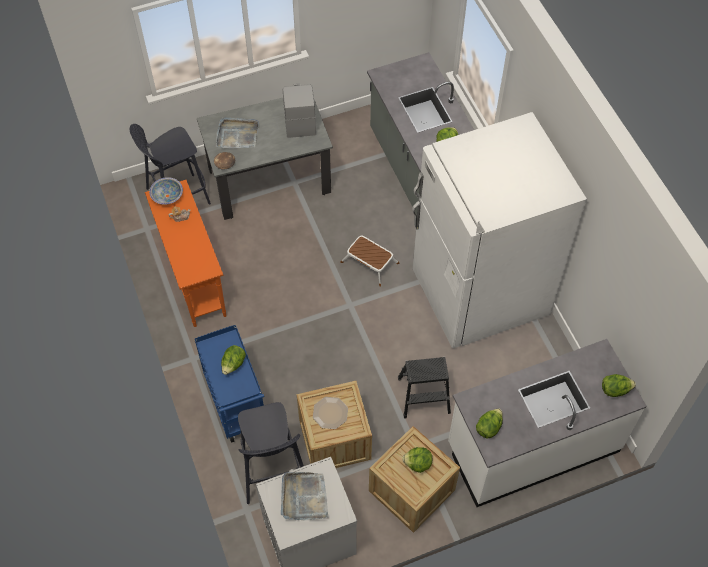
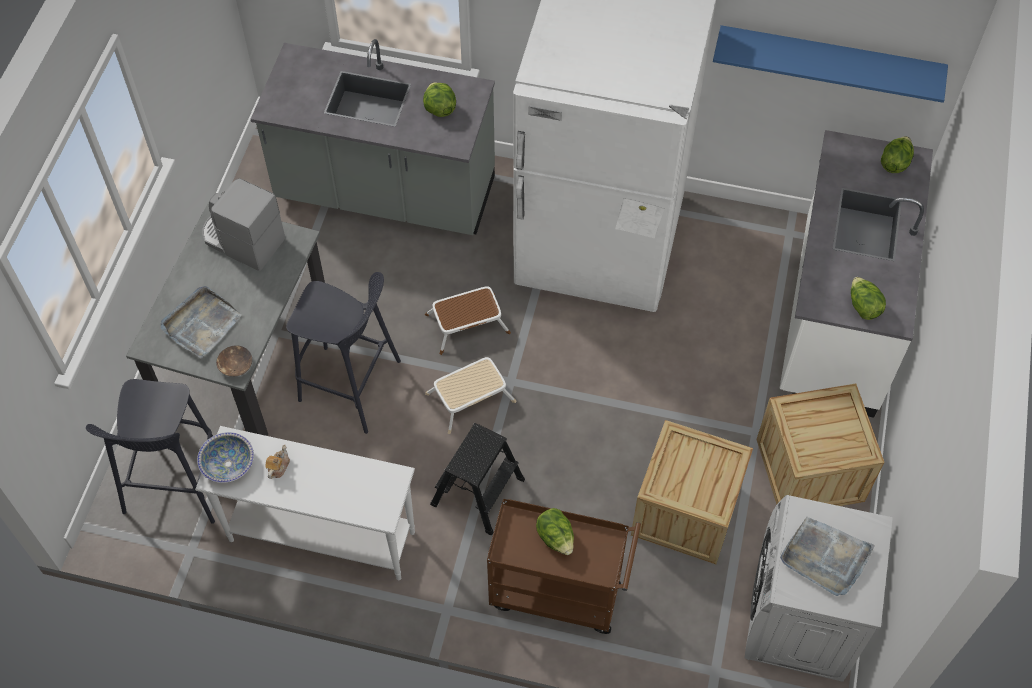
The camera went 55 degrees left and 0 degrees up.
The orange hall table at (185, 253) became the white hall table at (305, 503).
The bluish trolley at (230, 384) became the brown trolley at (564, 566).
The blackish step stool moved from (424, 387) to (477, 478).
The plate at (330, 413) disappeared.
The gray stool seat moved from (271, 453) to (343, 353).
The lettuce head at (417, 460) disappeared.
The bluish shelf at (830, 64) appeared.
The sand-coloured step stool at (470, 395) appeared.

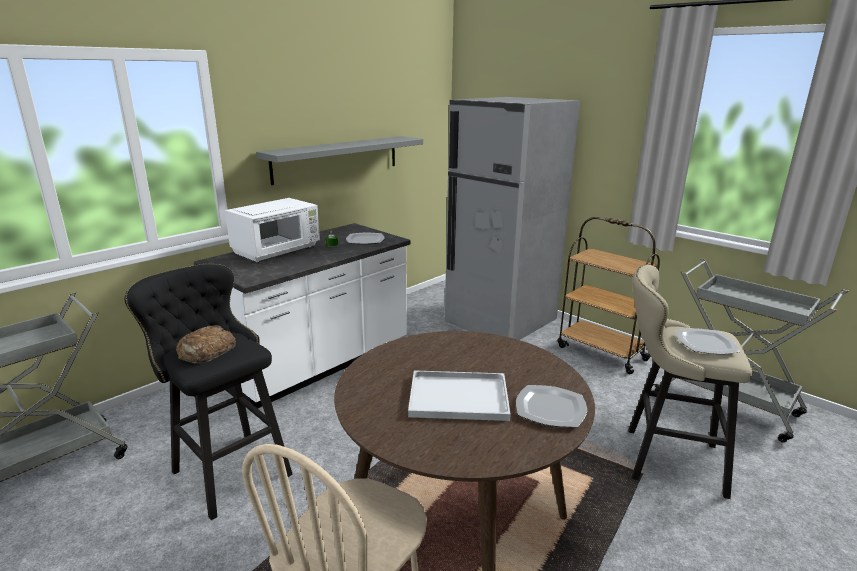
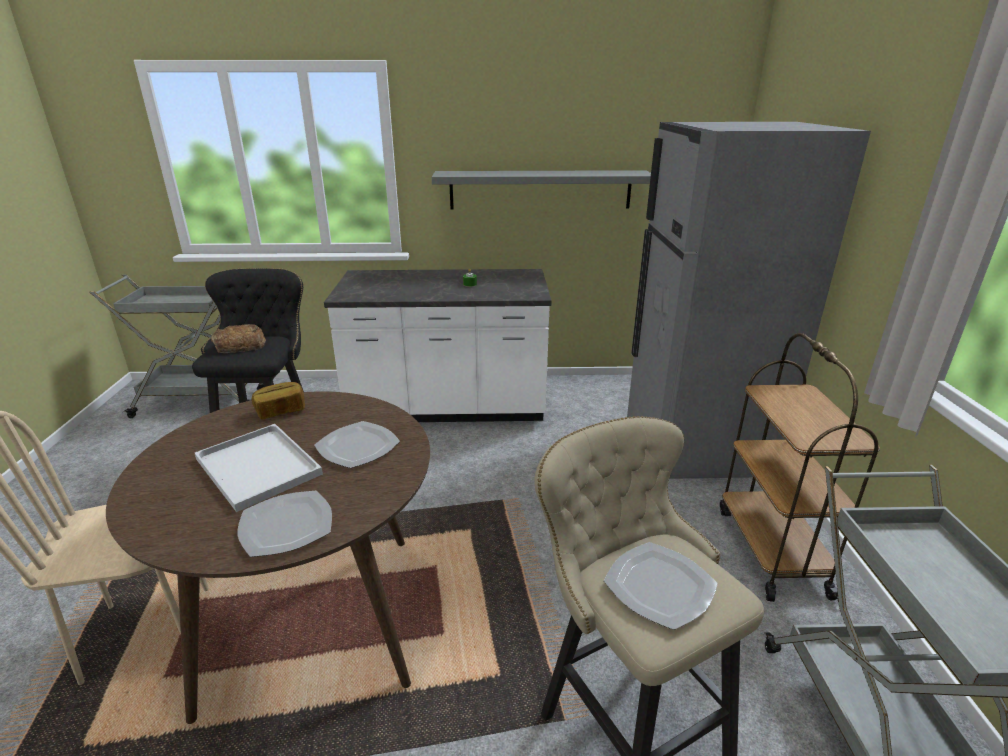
The camera went 45 degrees right and 5 degrees up.
The white microwave oven at (272, 230) disappeared.
The plate moved from (365, 238) to (357, 444).
The baked bread at (278, 401) appeared.

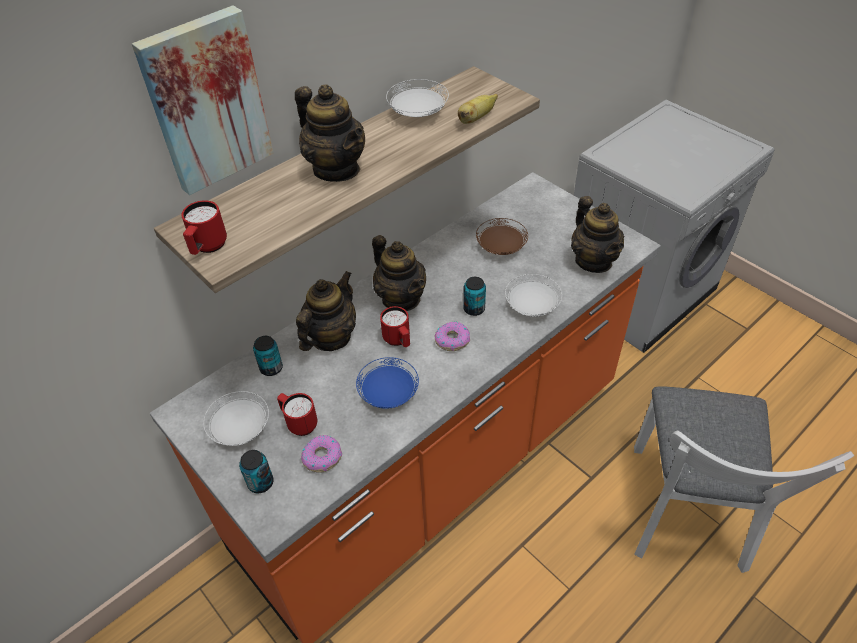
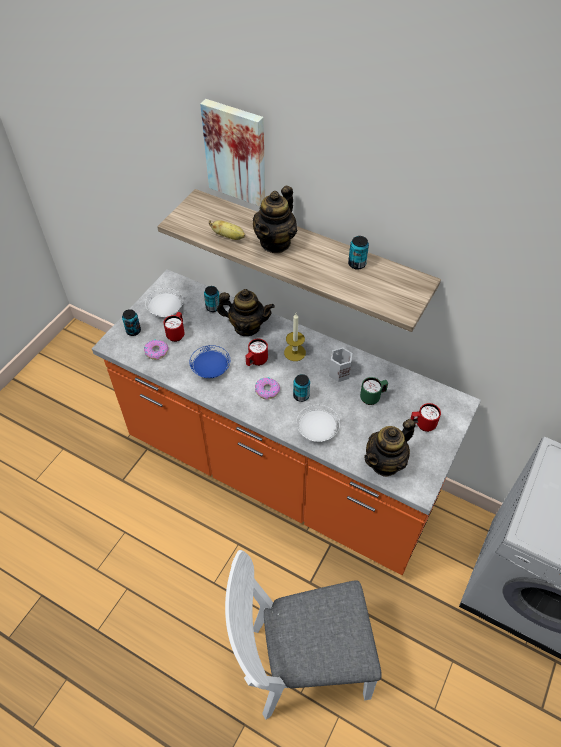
The camera went 70 degrees right and 5 degrees up.
The white plate at (417, 98) was replaced by the sealed can at (358, 253).
The whole banana moved from (478, 109) to (227, 230).
The red-coloured coffee mug moved from (204, 227) to (425, 417).
The brown plate at (502, 236) was replaced by the green-coloured coffee mug at (374, 391).
The pot for tea at (399, 273) was replaced by the candle at (295, 337).
The white coffee mug at (340, 364) appeared.

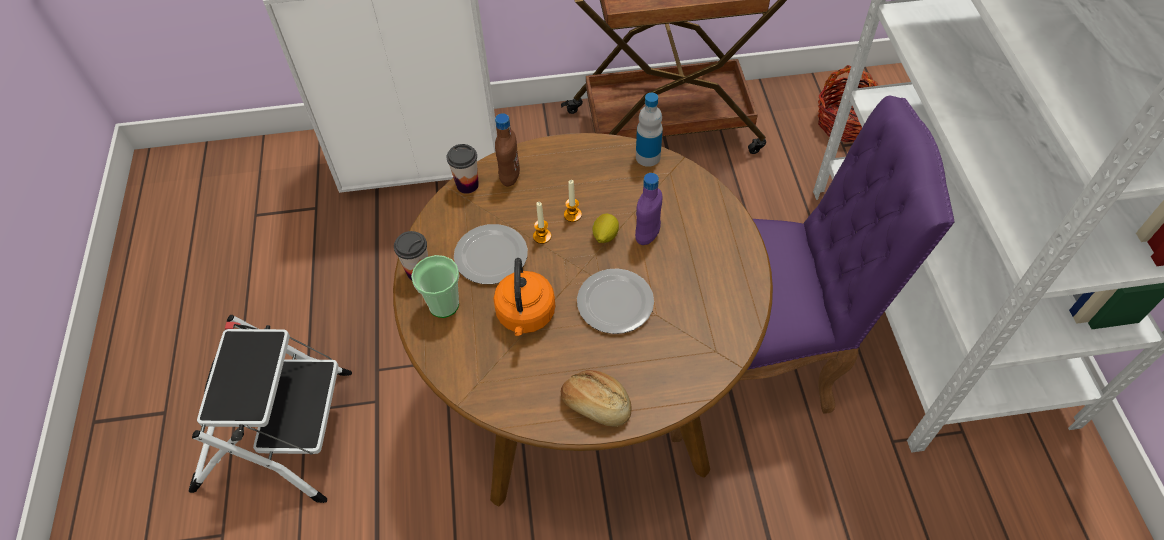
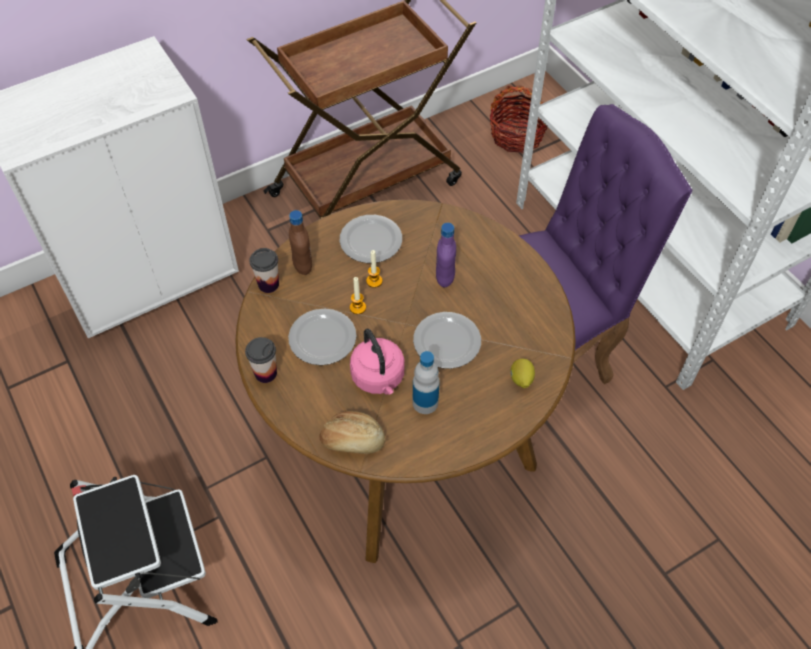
The camera went 25 degrees left and 0 degrees up.
The bottle moved from (649, 130) to (426, 382).
The whole lemon moved from (606, 228) to (522, 373).
The cup at (435, 286) disappeared.
The orange water kettle at (524, 297) became the pink-coloured water kettle at (377, 362).
The baked bread moved from (596, 398) to (352, 432).
The plate at (371, 239) appeared.

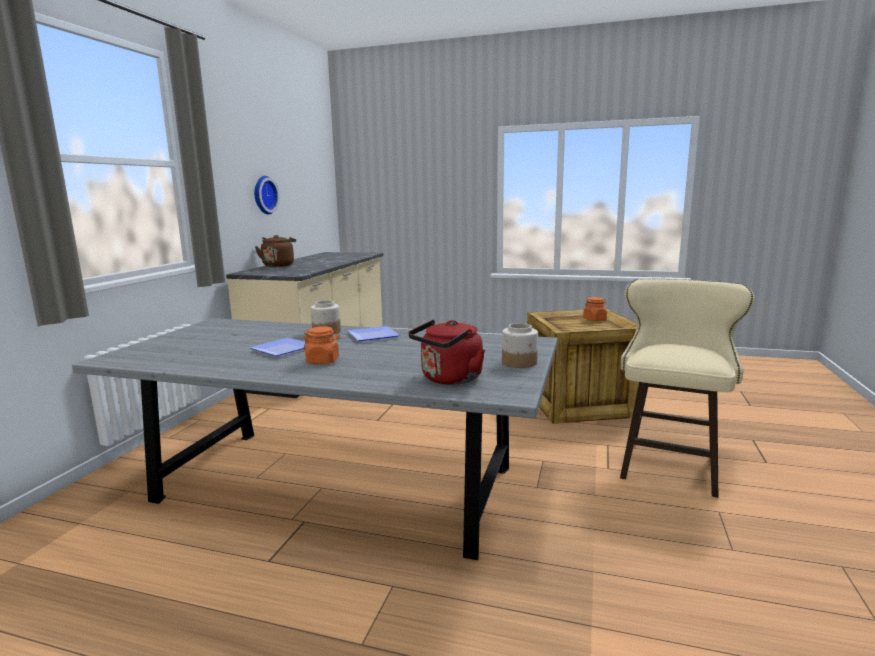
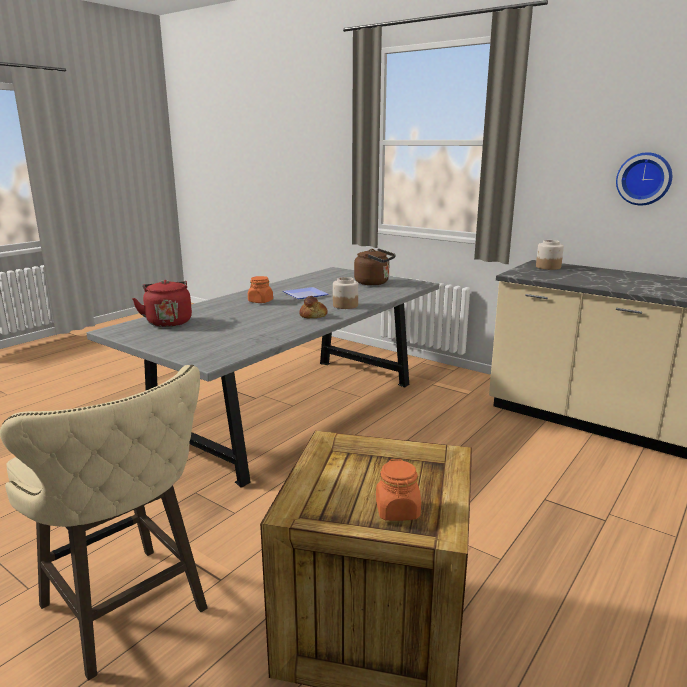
The camera went 110 degrees right and 5 degrees up.
The brown water kettle moved from (275, 251) to (375, 267).
The jar moved from (520, 345) to (550, 255).
The plate at (374, 333) was replaced by the baked bread at (313, 307).

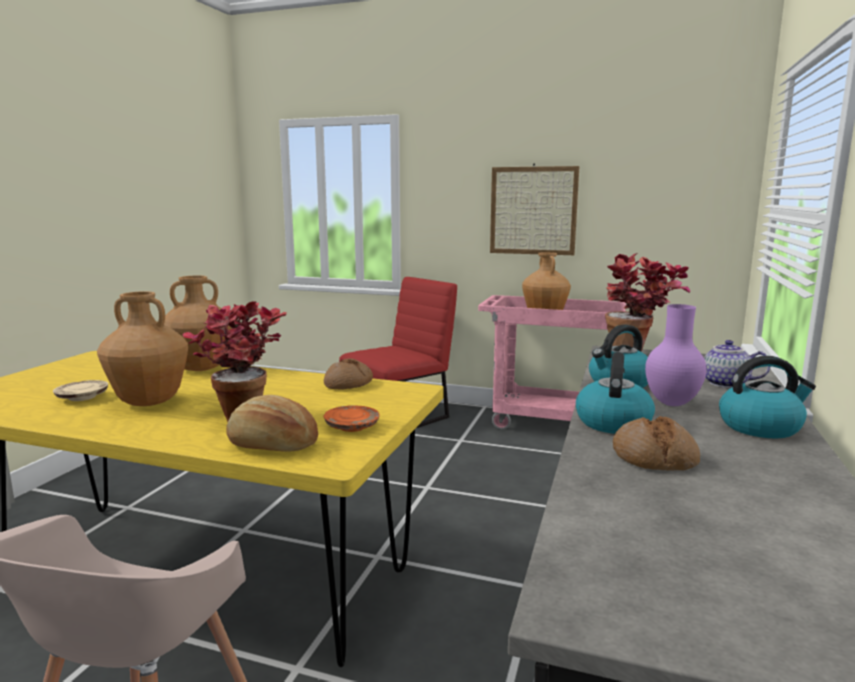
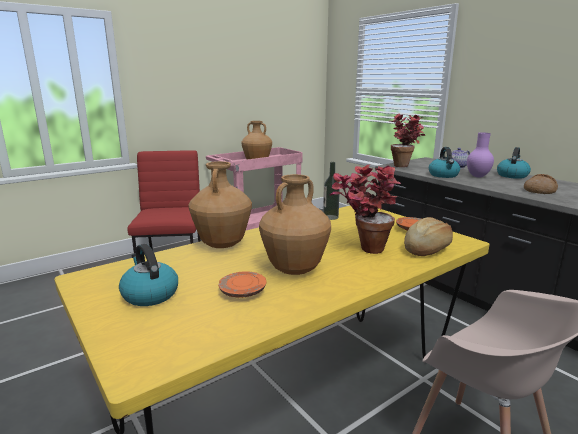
The camera went 55 degrees left and 5 degrees up.
The wall picture at (534, 209) disappeared.
The water kettle moved from (615, 393) to (148, 275).
The baked bread at (348, 373) was replaced by the bottle at (331, 191).
The sand-coloured plate at (80, 390) became the orange plate at (242, 284).

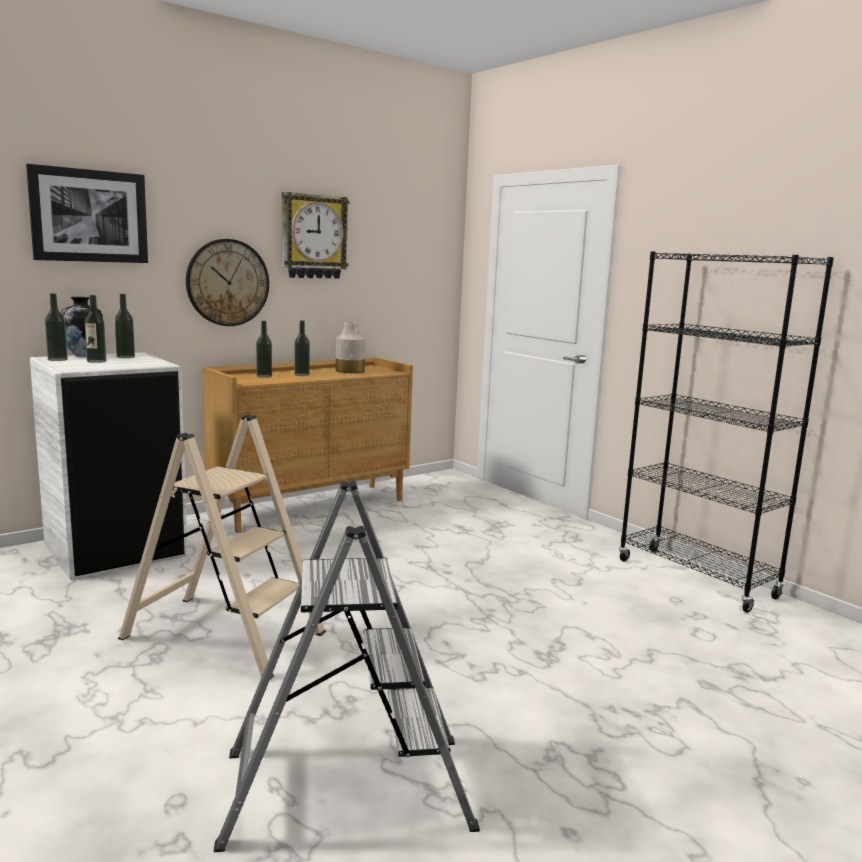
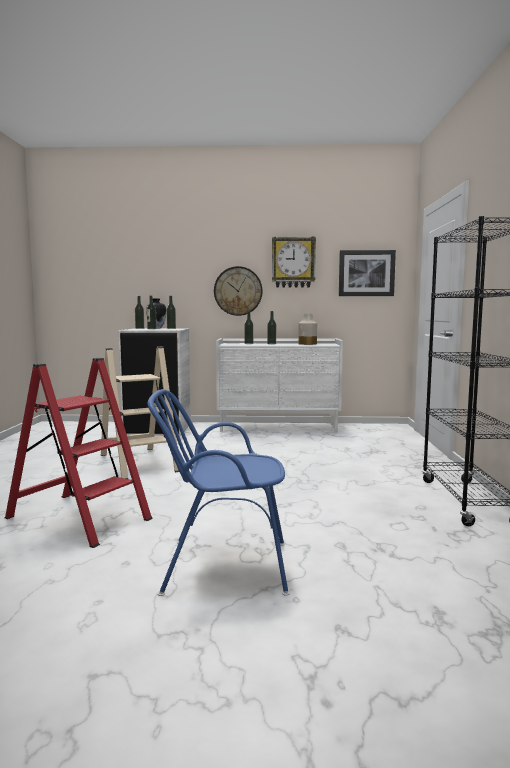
The camera went 40 degrees right and 5 degrees down.
The wall picture moved from (87, 213) to (367, 273).
The brown chest of drawers at (307, 445) became the white chest of drawers at (279, 385).
The gray step stool at (347, 666) became the red-coloured step stool at (79, 453).
The bluish chair at (219, 492) appeared.

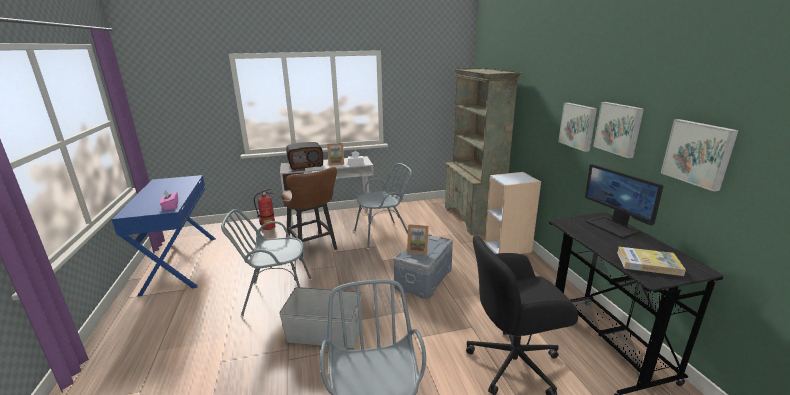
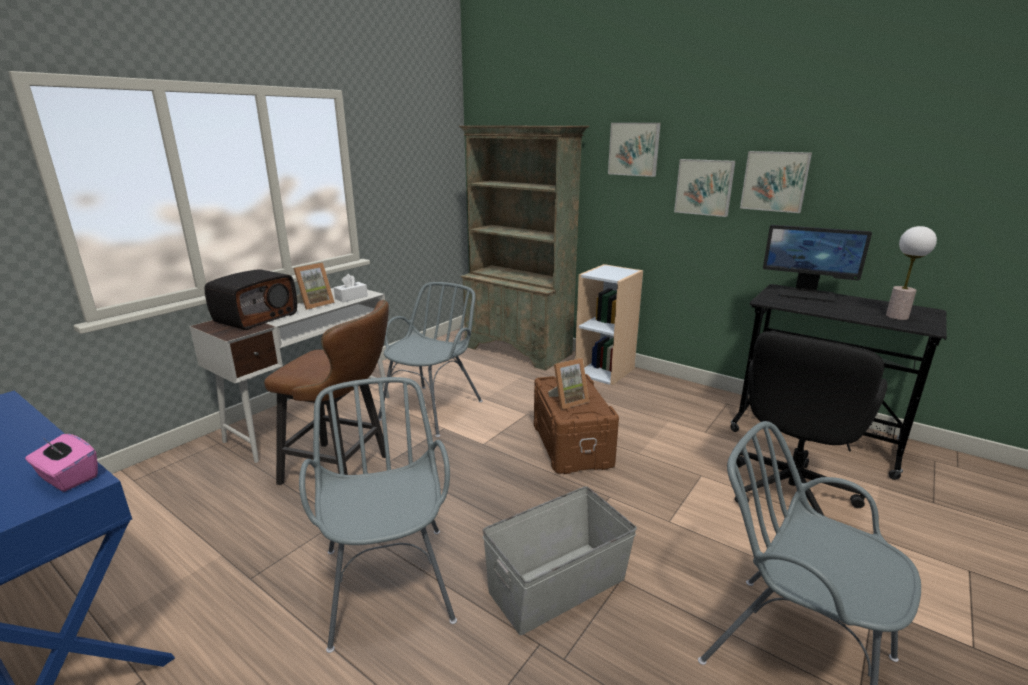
The camera went 40 degrees left and 0 degrees up.
The wall picture moved from (700, 155) to (634, 150).
The fire extinguisher at (264, 209) disappeared.
The gray chair at (266, 263) turned 120 degrees clockwise.
The gray storage container at (423, 266) became the brown storage container at (576, 424).
The volume at (651, 261) was replaced by the lamp for a table at (911, 273).

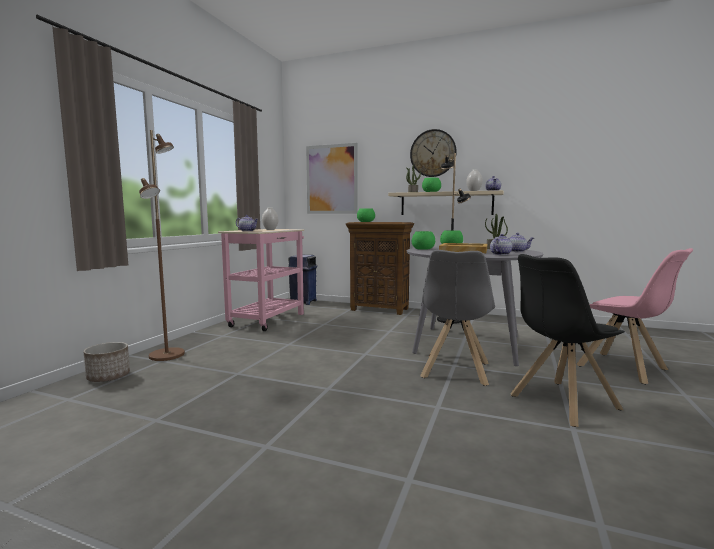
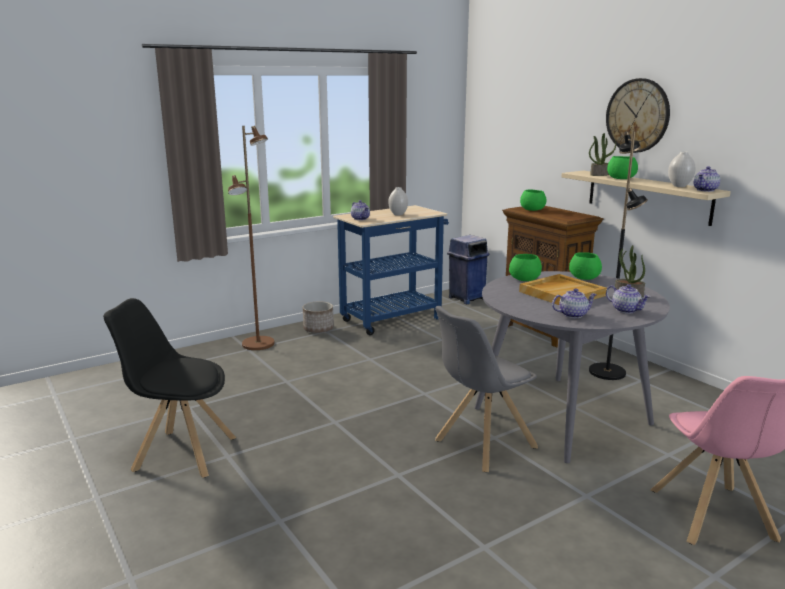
The camera went 35 degrees right and 10 degrees up.
The wall picture at (332, 178) disappeared.
The pink-coloured trolley at (261, 280) became the bluish trolley at (391, 270).
The blackish chair moved from (567, 340) to (169, 388).
The flower pot moved from (106, 362) to (318, 317).

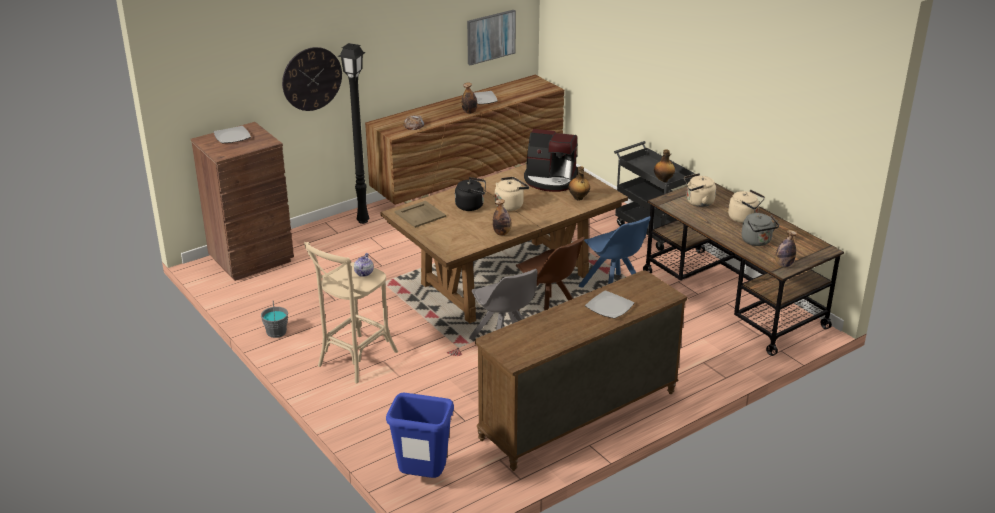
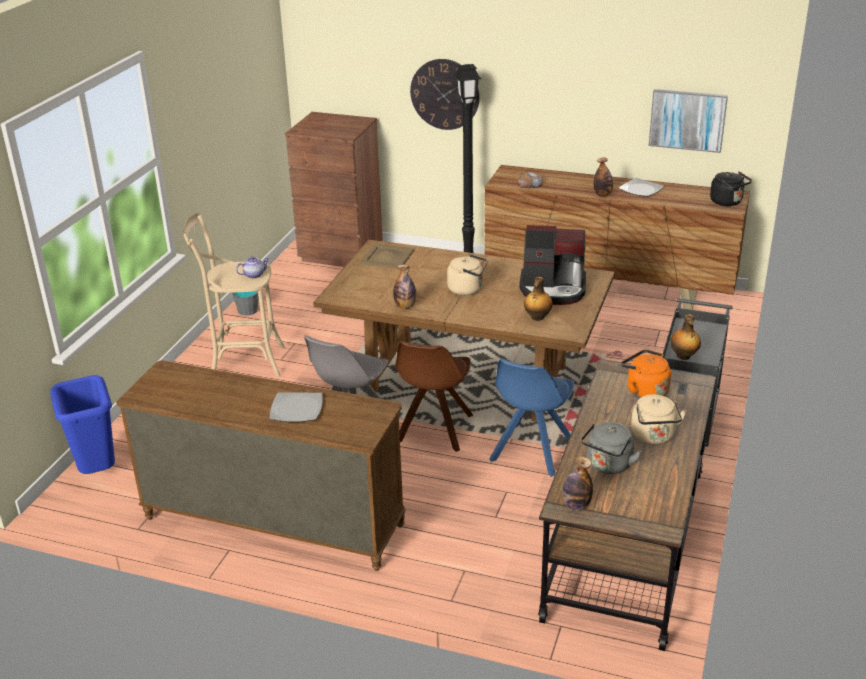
The camera went 55 degrees right and 0 degrees up.
The plate at (232, 134) disappeared.
The coffee maker at (551, 160) turned 60 degrees counterclockwise.
The sand-coloured water kettle at (700, 190) became the orange water kettle at (646, 374).
The blackish water kettle moved from (470, 194) to (731, 188).

